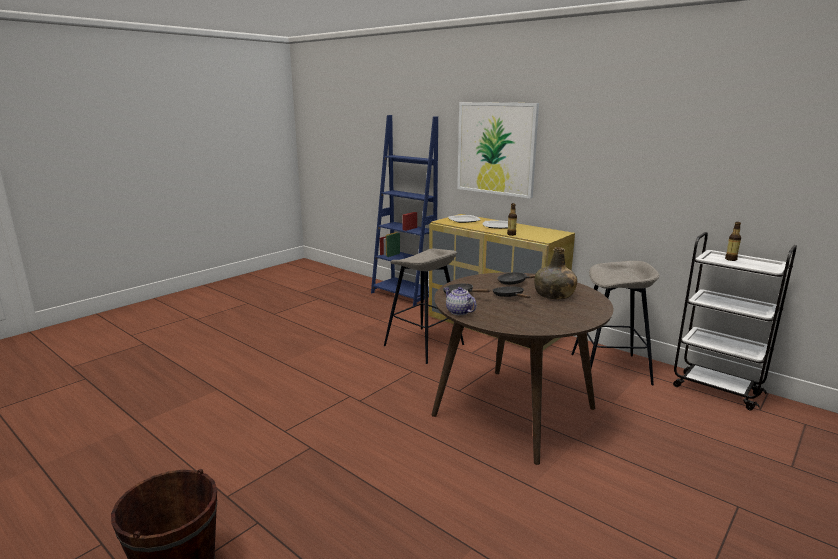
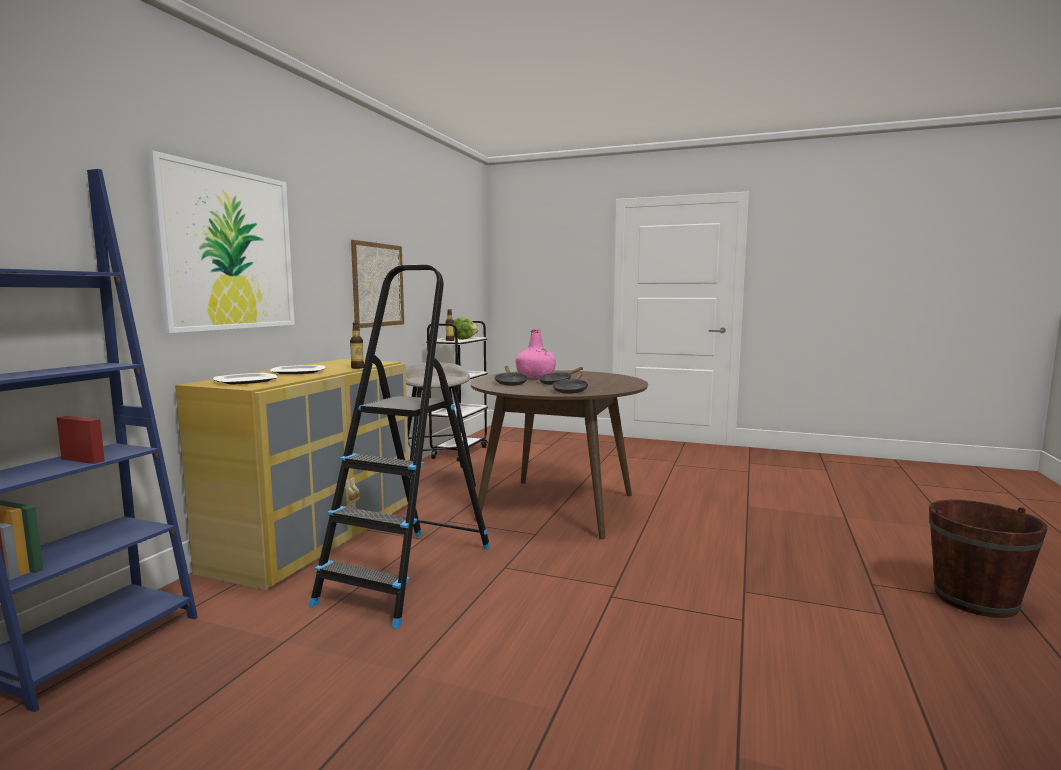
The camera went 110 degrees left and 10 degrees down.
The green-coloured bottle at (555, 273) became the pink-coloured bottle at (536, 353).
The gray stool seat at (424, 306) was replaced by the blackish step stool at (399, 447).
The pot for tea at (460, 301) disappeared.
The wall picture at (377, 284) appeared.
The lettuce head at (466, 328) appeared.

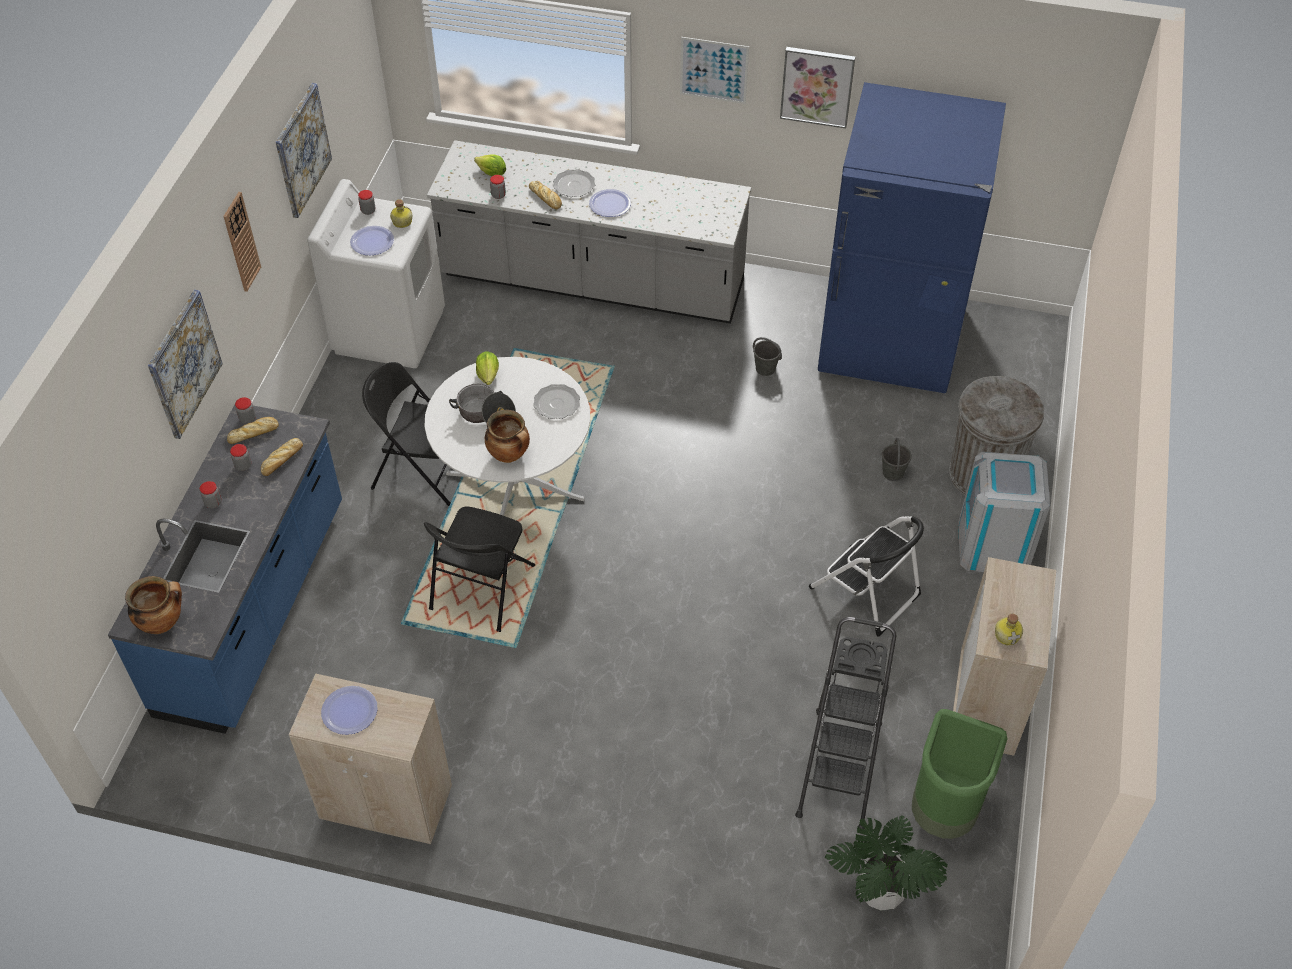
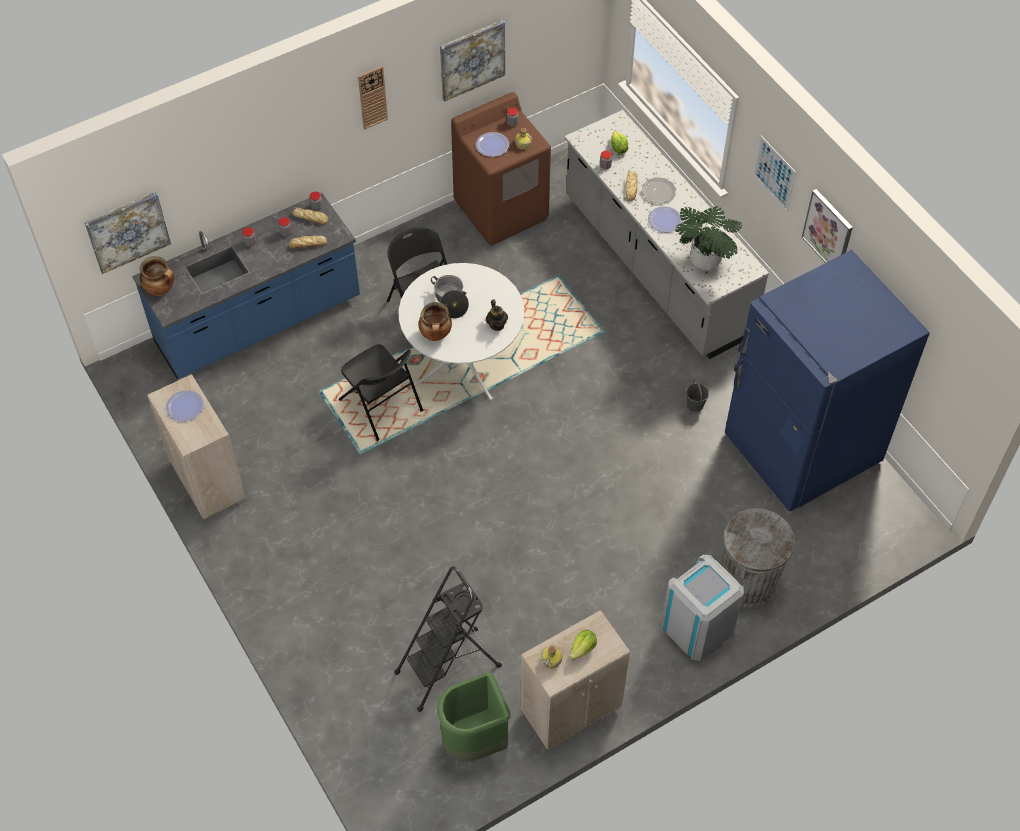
The camera went 45 degrees right and 5 degrees up.
The white laundry appliance at (376, 273) became the brown laundry appliance at (501, 169).
The wall picture moved from (185, 364) to (127, 233).
The lettuce head moved from (487, 368) to (583, 645).
The plate at (556, 401) was replaced by the pot for tea at (497, 315).
The gray water bucket at (896, 459) disappeared.
The blackish chair at (479, 569) turned 105 degrees counterclockwise.
The step stool at (866, 576) disappeared.
The potted plant moved from (886, 863) to (708, 238).

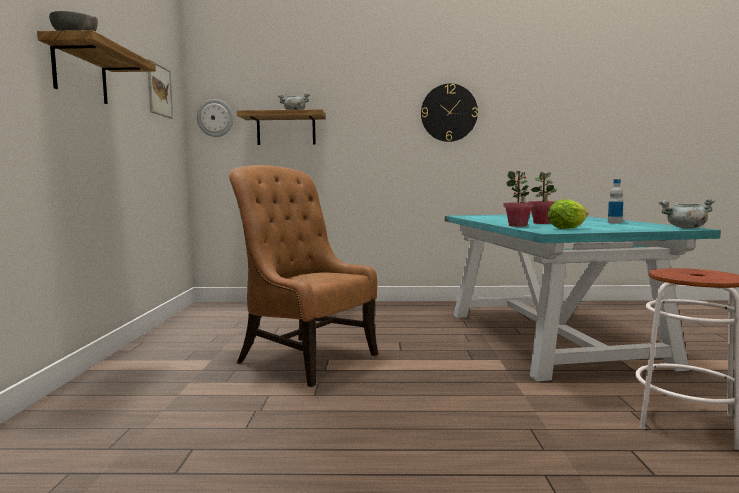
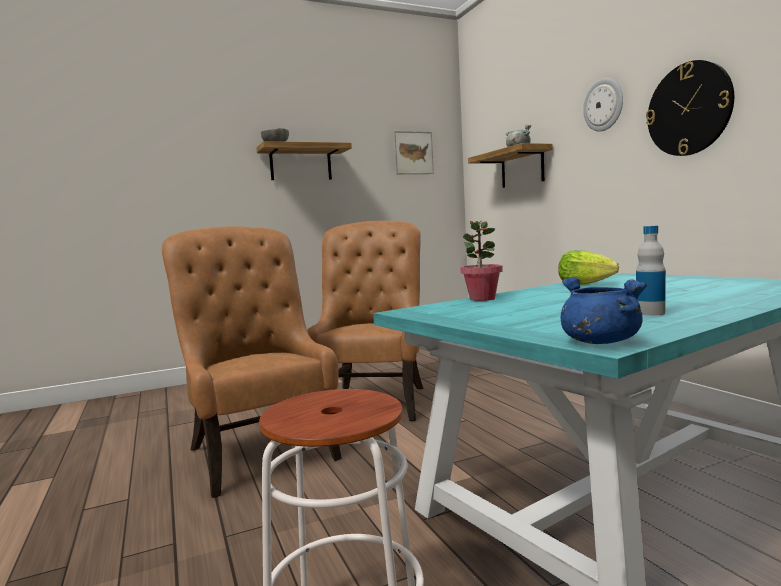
The camera went 65 degrees right and 0 degrees up.
The hanging clock moved from (215, 118) to (603, 105).
The potted plant at (543, 197) disappeared.
The gray stockpot at (687, 213) became the bluish stockpot at (604, 310).
The lettuce head moved from (568, 214) to (588, 267).
The brown chair at (252, 362) appeared.

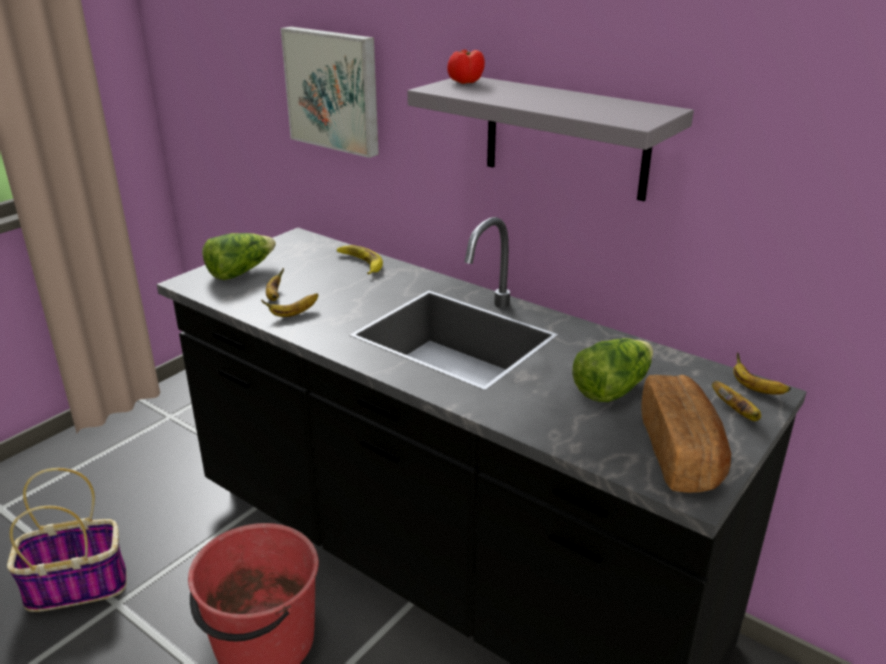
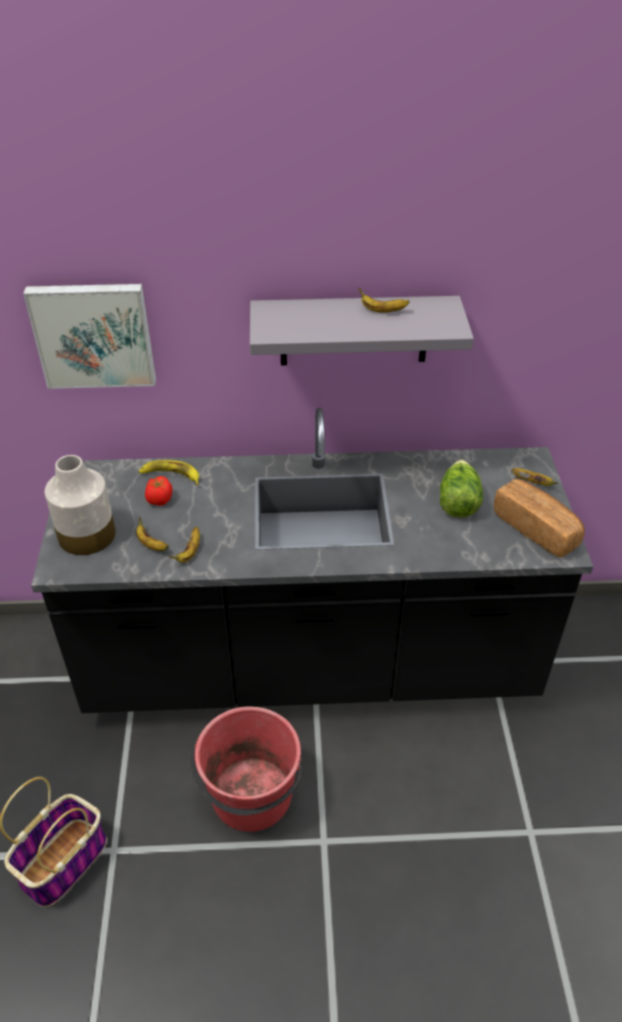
The camera went 40 degrees left and 15 degrees up.
The fresh tomato moved from (466, 66) to (158, 491).
The lettuce head at (239, 256) was replaced by the sand-coloured flower vase at (80, 505).
The whole banana moved from (762, 374) to (384, 300).

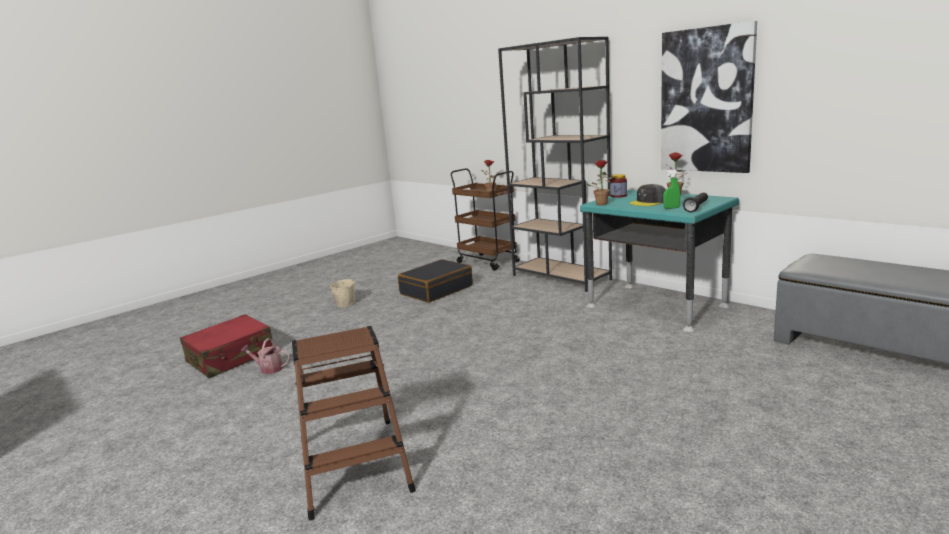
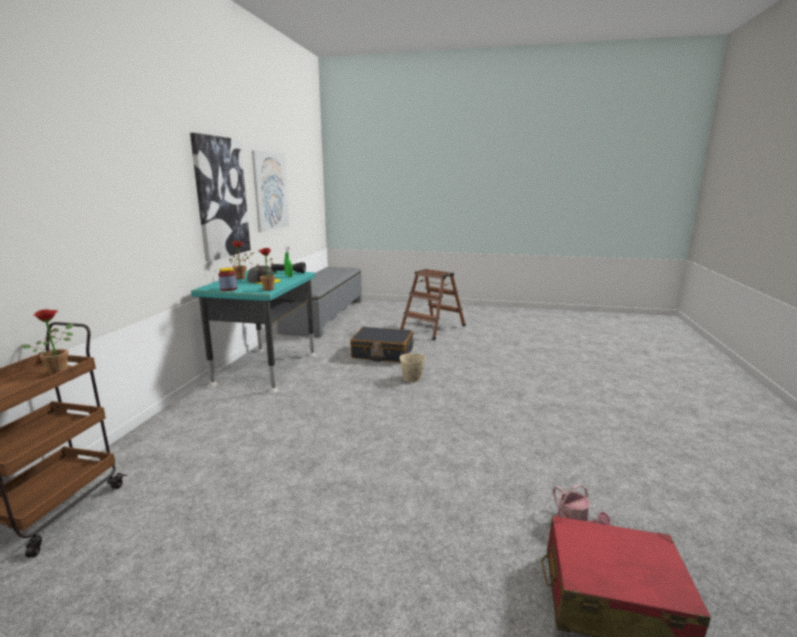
The camera went 125 degrees left and 0 degrees up.
The bookcase at (555, 164) disappeared.
The blackish piece of luggage moved from (435, 281) to (381, 345).
The sand-coloured water bucket moved from (342, 288) to (412, 362).
The brown step stool moved from (354, 423) to (433, 305).
The wall picture at (270, 191) appeared.

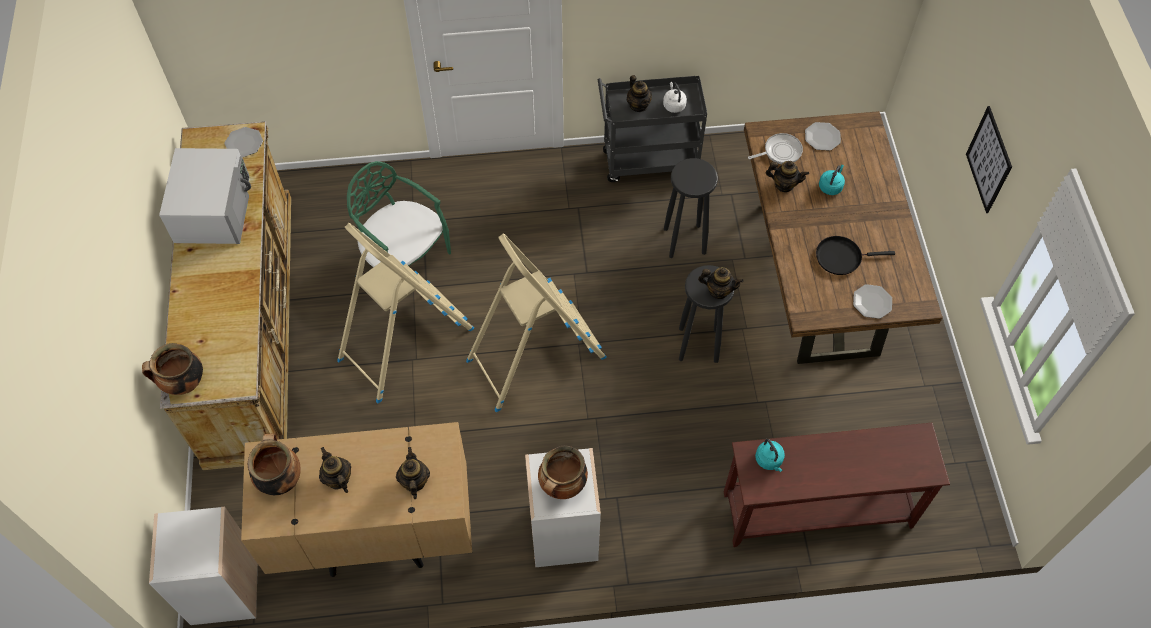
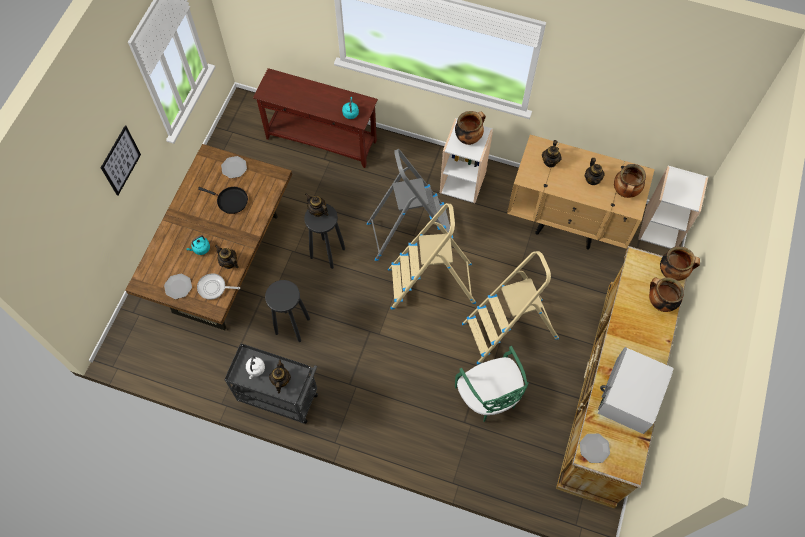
The camera went 155 degrees left and 5 degrees up.
The gray step stool at (410, 205) appeared.
The stockpot at (666, 294) appeared.

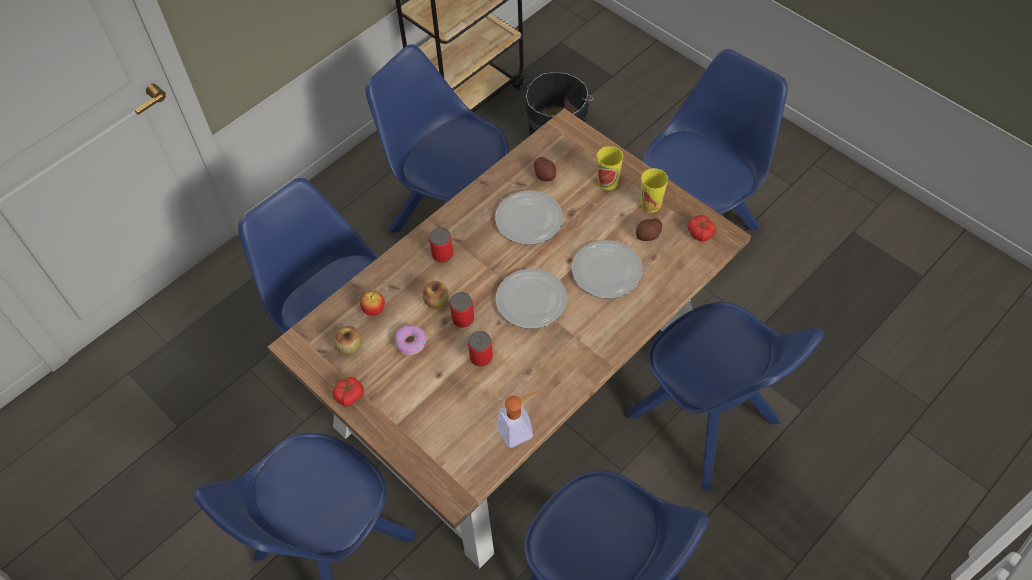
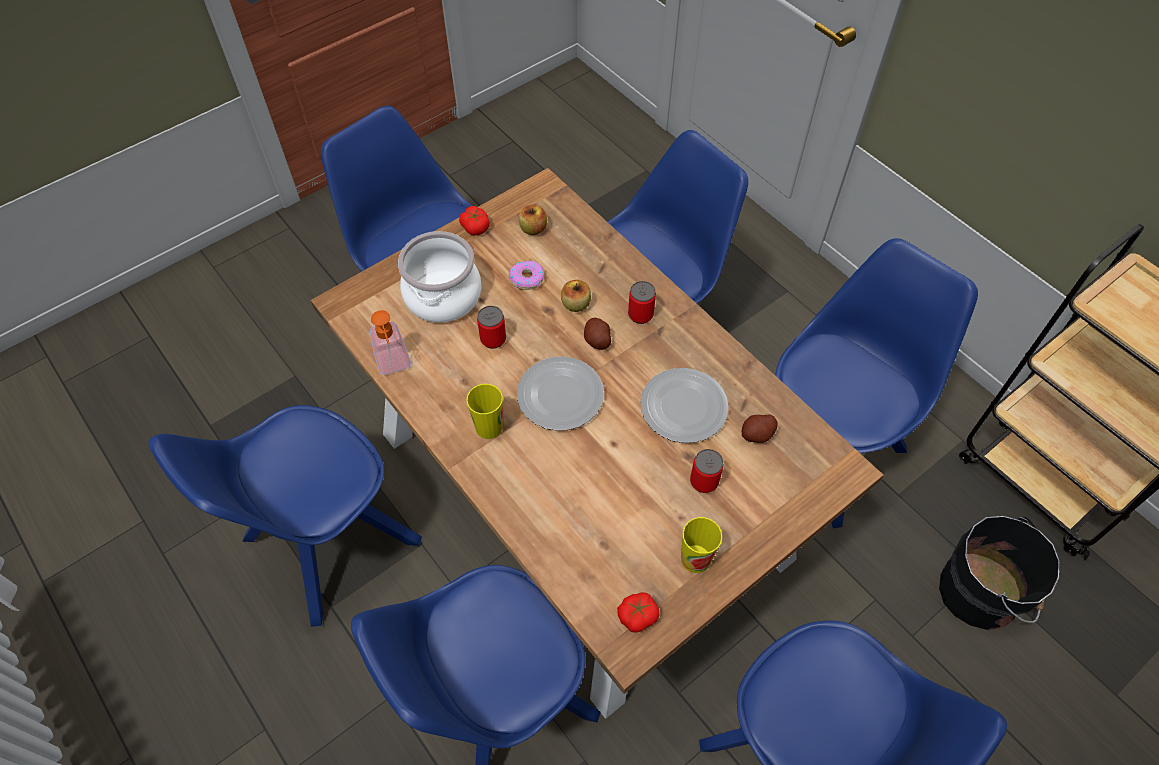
The camera went 95 degrees right and 0 degrees up.
The cup moved from (610, 168) to (485, 411).
The spud moved from (649, 229) to (597, 334).
The plate at (607, 269) disappeared.
The apple fruit at (372, 303) disappeared.
The sealed can moved from (462, 310) to (707, 471).
The stockpot at (439, 276) appeared.

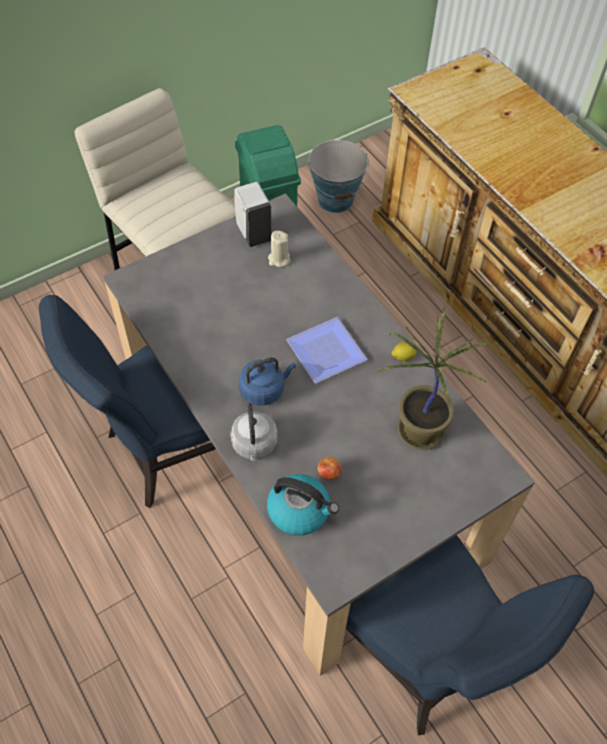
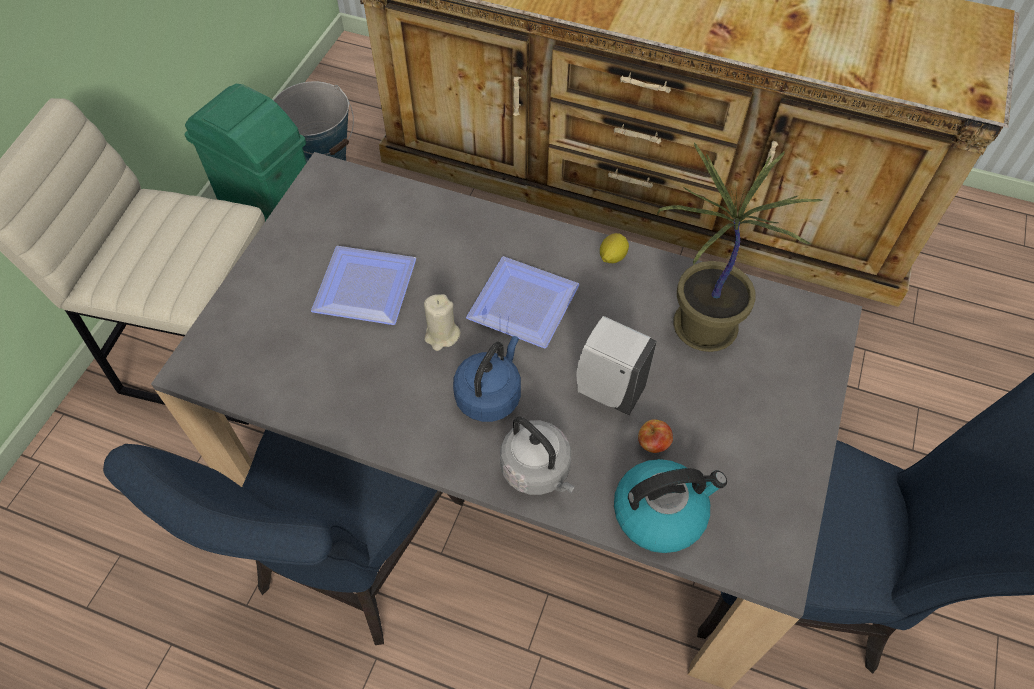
The camera went 35 degrees left and 0 degrees up.
The white soap bottle moved from (253, 214) to (616, 365).
The sand-coloured candle moved from (279, 249) to (442, 322).
The plate at (363, 285) appeared.

